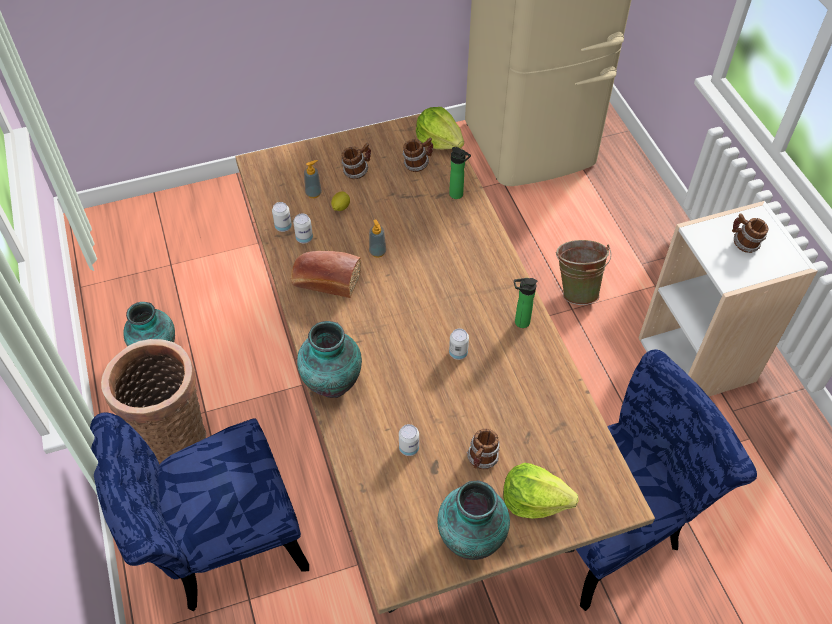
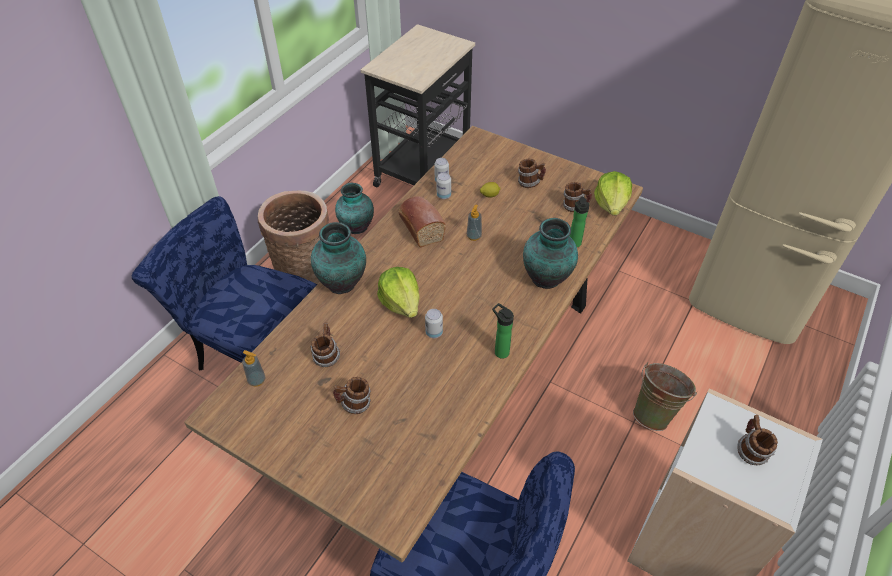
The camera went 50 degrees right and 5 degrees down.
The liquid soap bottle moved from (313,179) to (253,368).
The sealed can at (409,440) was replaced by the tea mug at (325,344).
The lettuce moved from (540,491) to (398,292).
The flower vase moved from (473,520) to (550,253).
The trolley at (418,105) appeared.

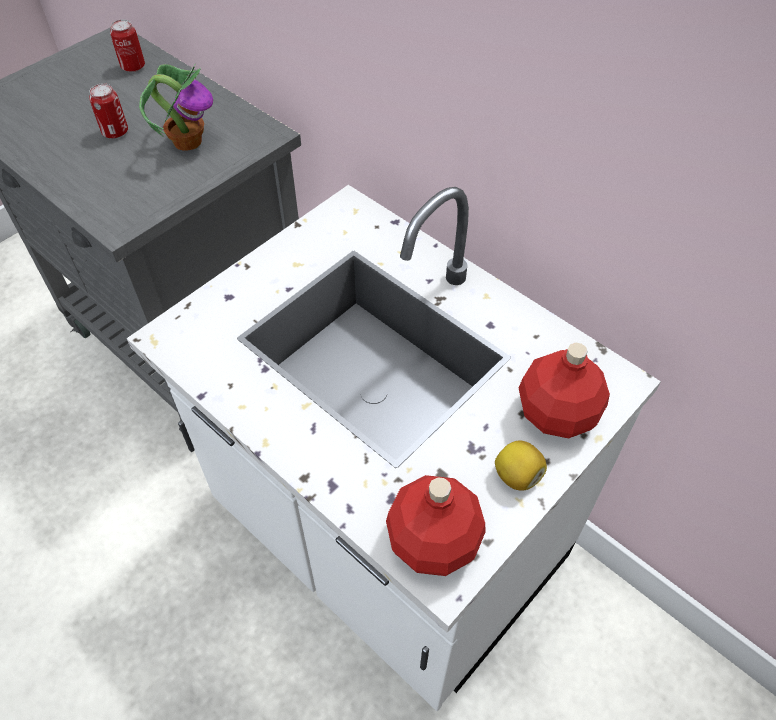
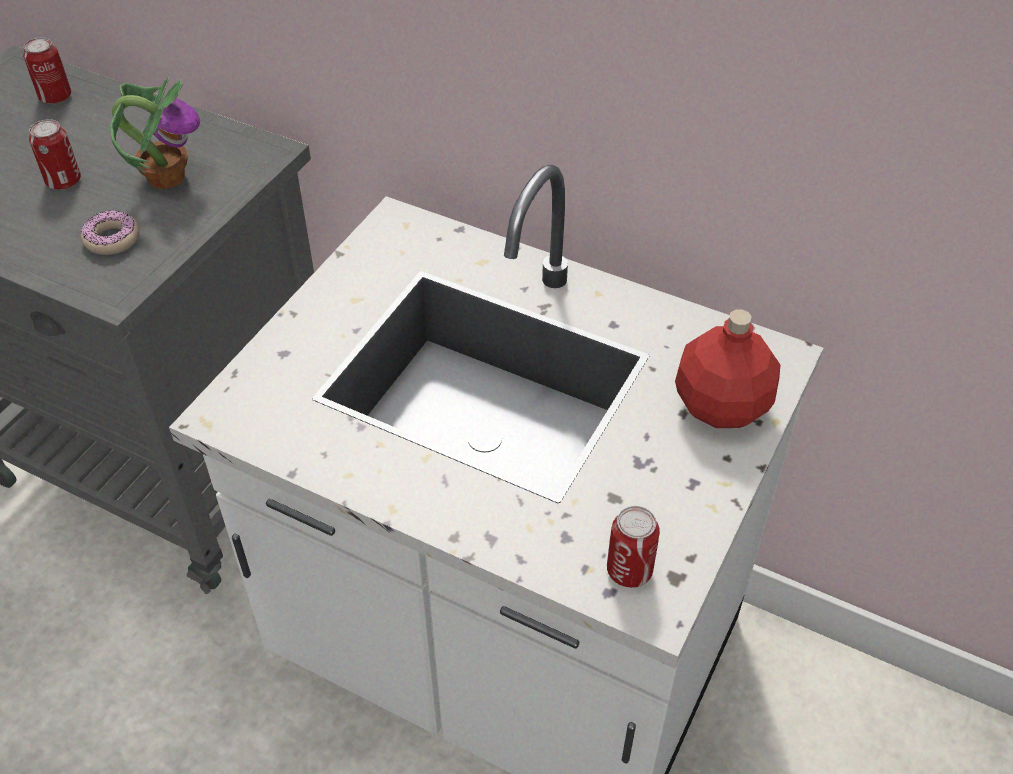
The camera went 15 degrees left and 5 degrees down.
The citrus fruit at (521,465) disappeared.
The beverage bottle/reddish at (436,525) was replaced by the sealed can at (633,547).
The doughnut at (110,233) appeared.

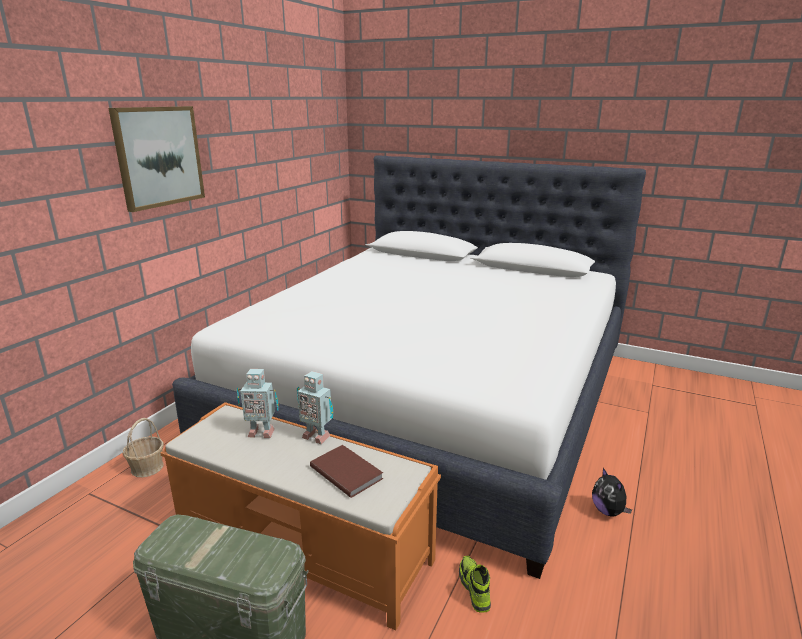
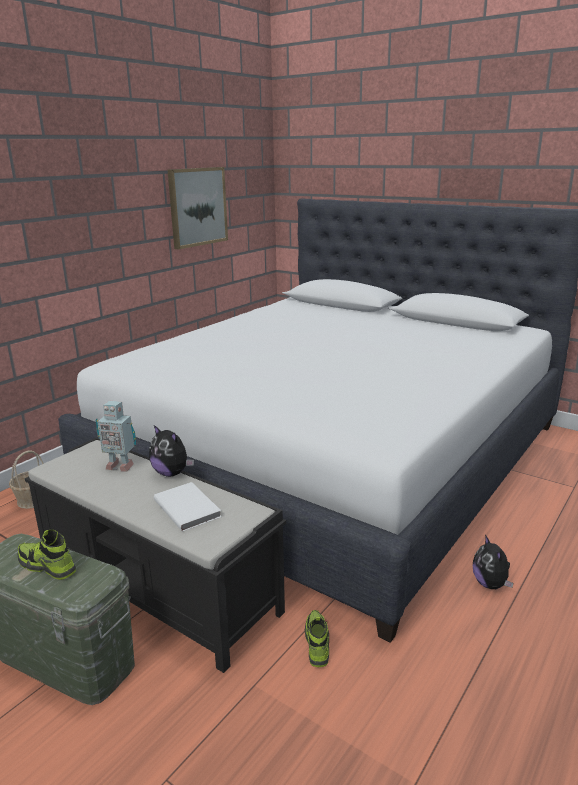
The camera went 10 degrees right and 0 degrees up.
The wall picture moved from (156,159) to (198,208).
The model robot at (315,407) was replaced by the soft toy at (171,451).
The indoor bench/orange at (300,516) became the indoor bench/black at (155,555).
The book/brown at (346,471) became the book/whitish at (187,506).
The shoe at (47,555) appeared.

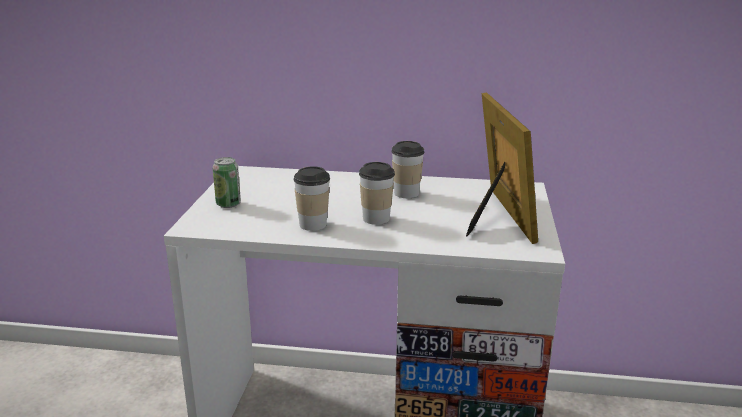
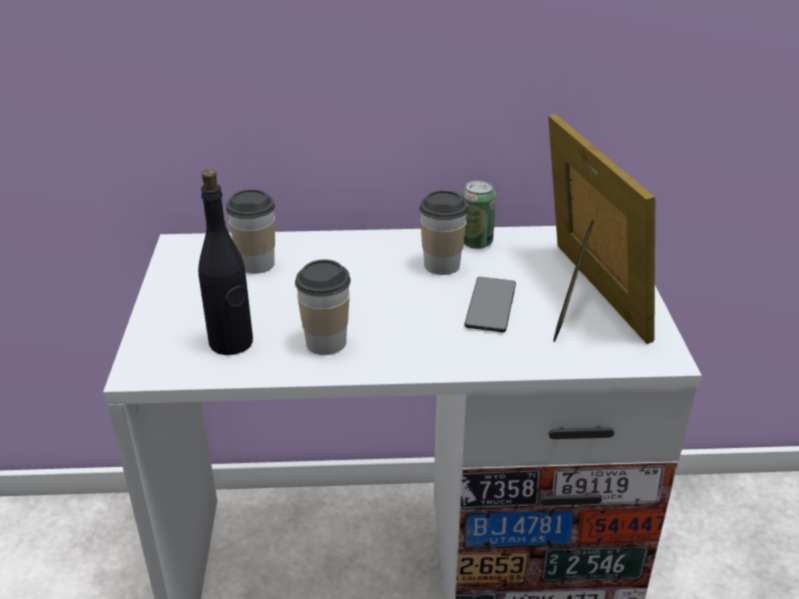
The camera went 10 degrees left and 10 degrees up.
The sealed can moved from (227,182) to (479,214).
The cup moved from (377,193) to (250,231).
The beverage bottle/black at (225,262) appeared.
The handset at (490,304) appeared.

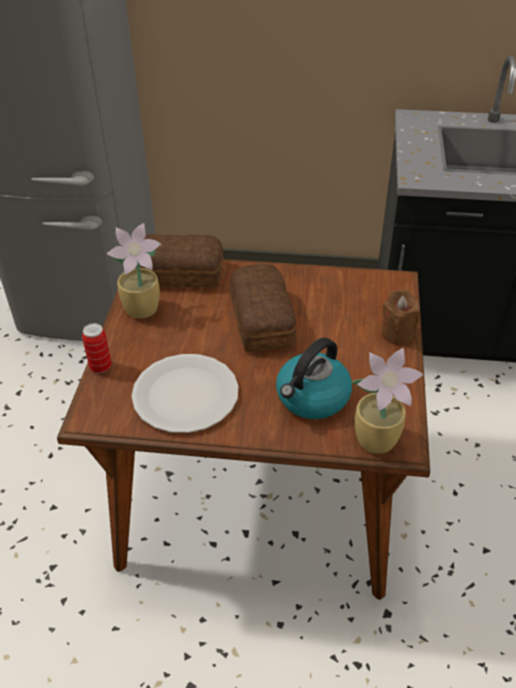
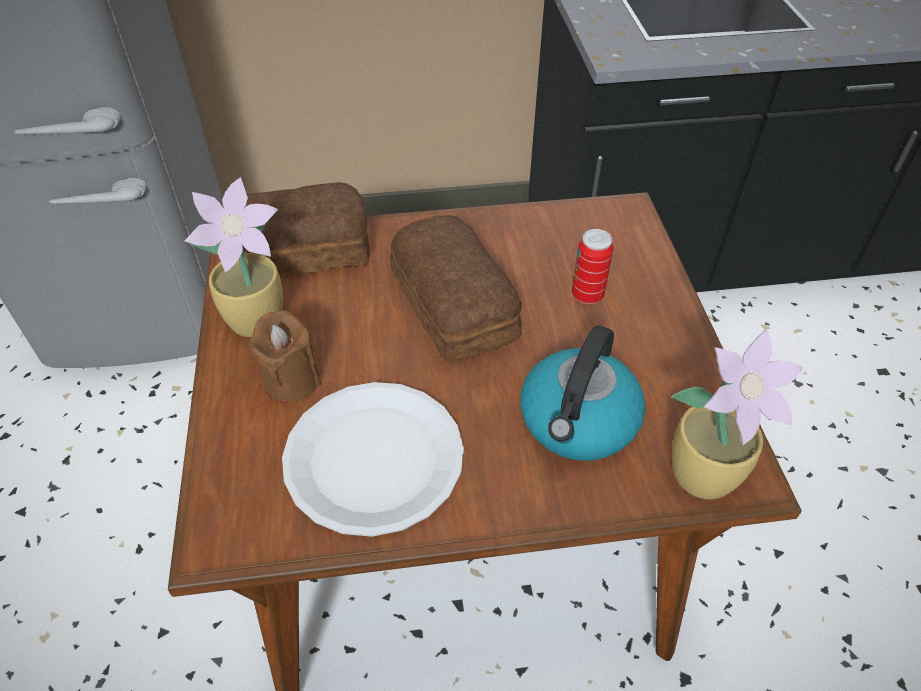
The camera went 15 degrees left and 5 degrees up.
The candle/brown moved from (401,317) to (284,356).
The sealed can moved from (97,348) to (593,266).

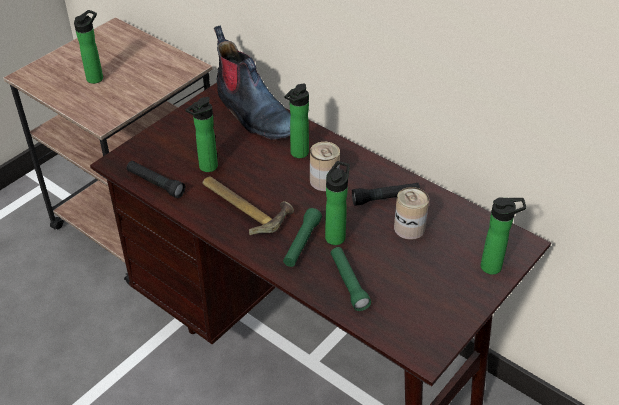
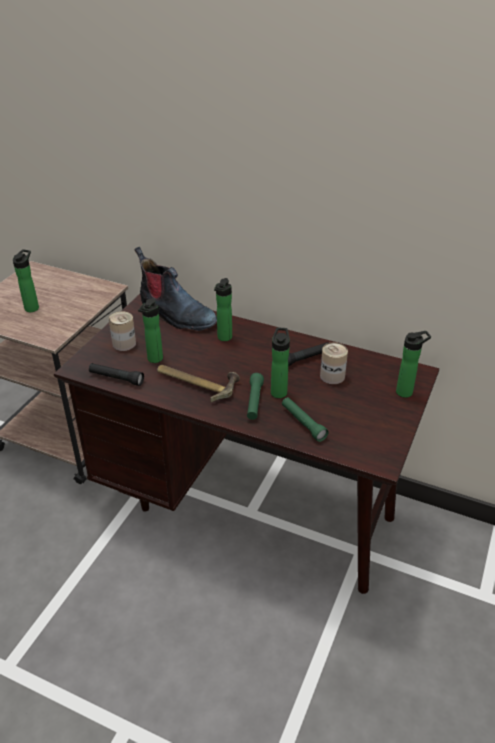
The camera went 15 degrees left and 5 degrees down.
The sealed can moved from (325,166) to (122,331).

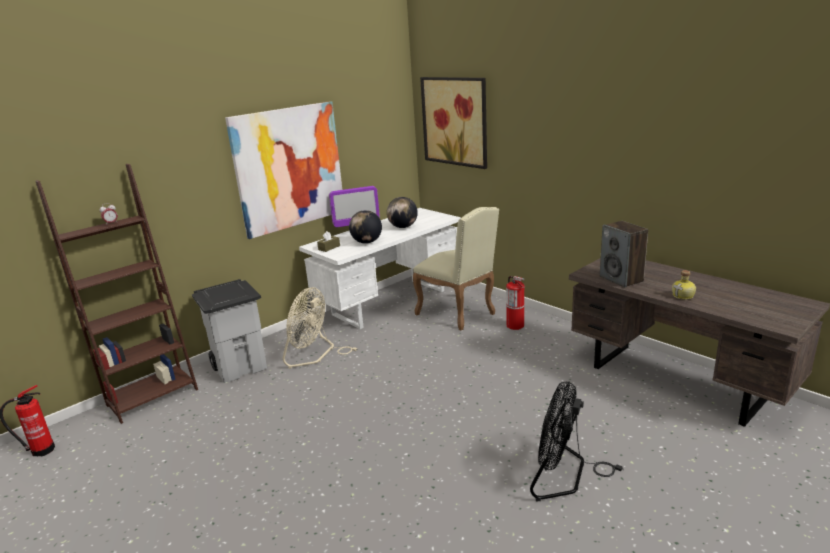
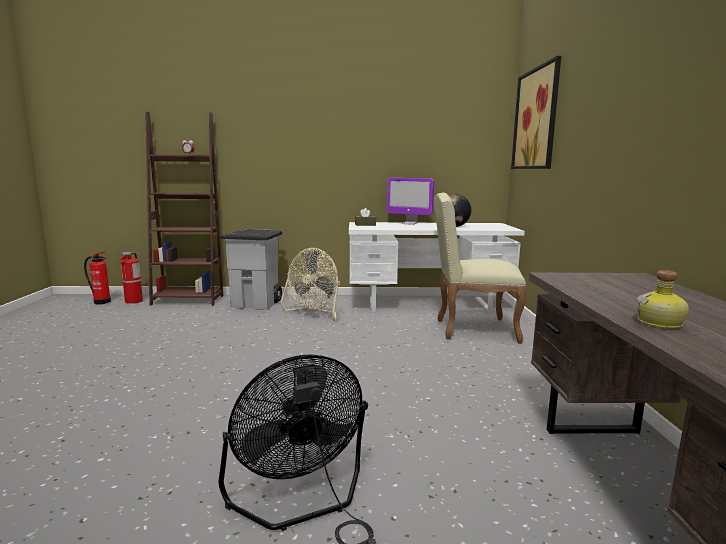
The camera went 40 degrees right and 10 degrees down.
The wall picture at (283,170) disappeared.
The upright chair/sand-coloured at (456,268) turned 90 degrees clockwise.
The globe at (365,227) disappeared.
The speaker at (624,254) disappeared.
The fire extinguisher moved from (515,303) to (131,278).
The electric fan/sand-coloured at (320,328) turned 120 degrees counterclockwise.

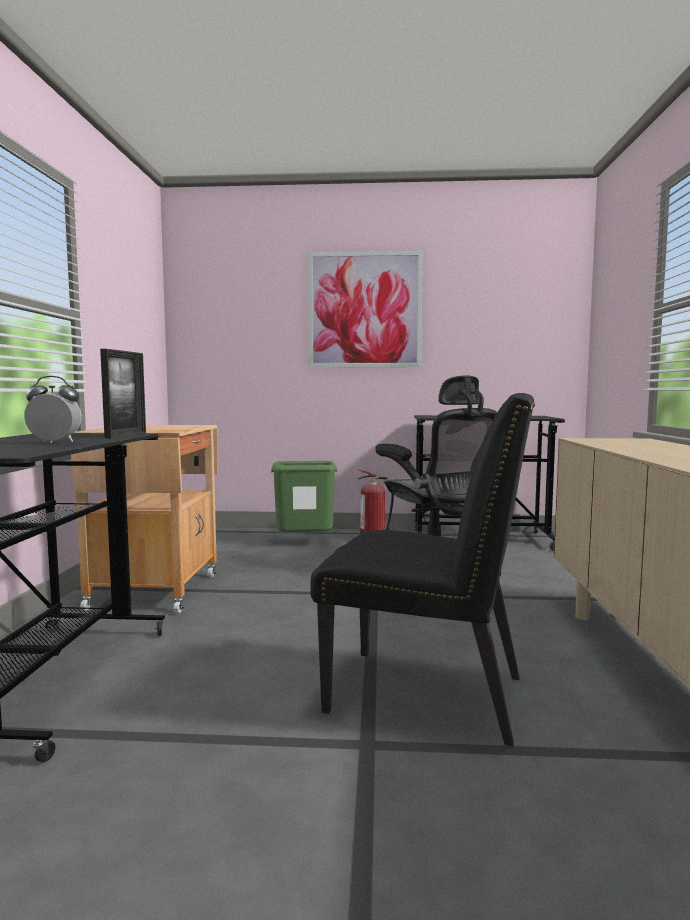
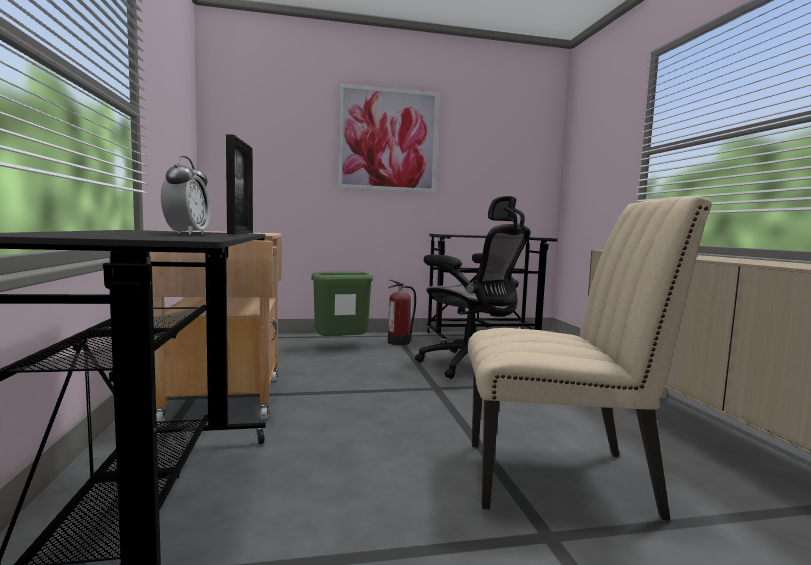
The camera went 15 degrees left and 0 degrees up.
The table clock at (52,409) turned 105 degrees clockwise.
The upright chair/black at (422,569) became the upright chair/sand-coloured at (590,358).

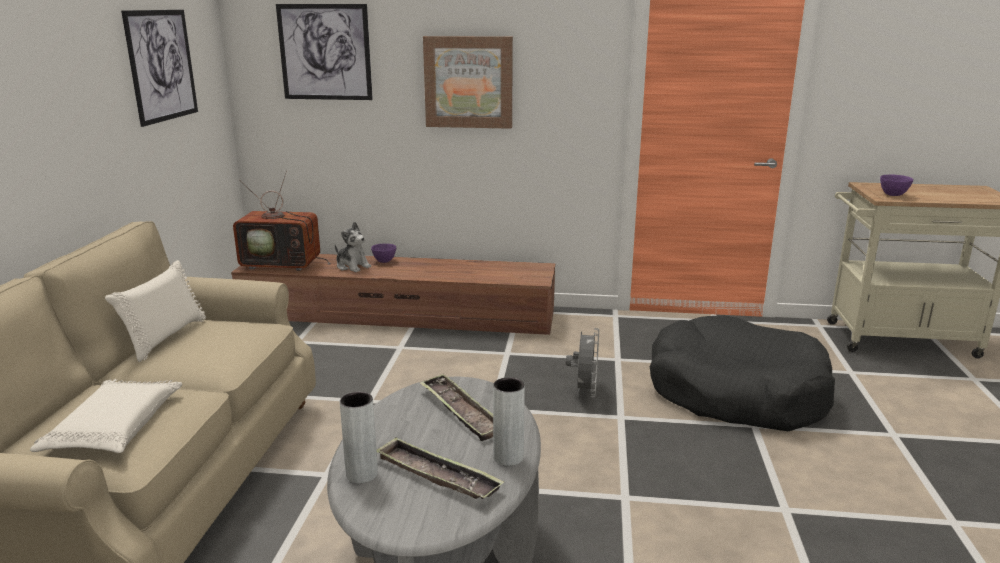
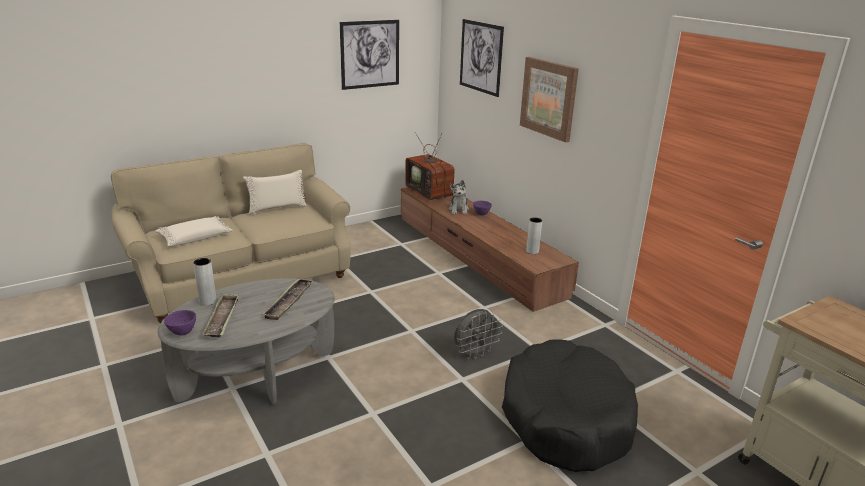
The camera went 50 degrees right and 5 degrees up.
The serving bowl/purple moved from (896,185) to (180,322).
The flower vase/gray moved from (509,421) to (534,235).

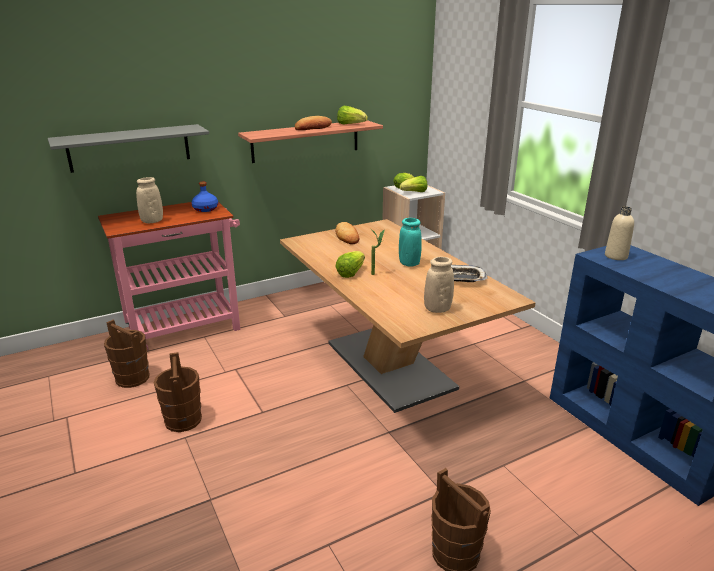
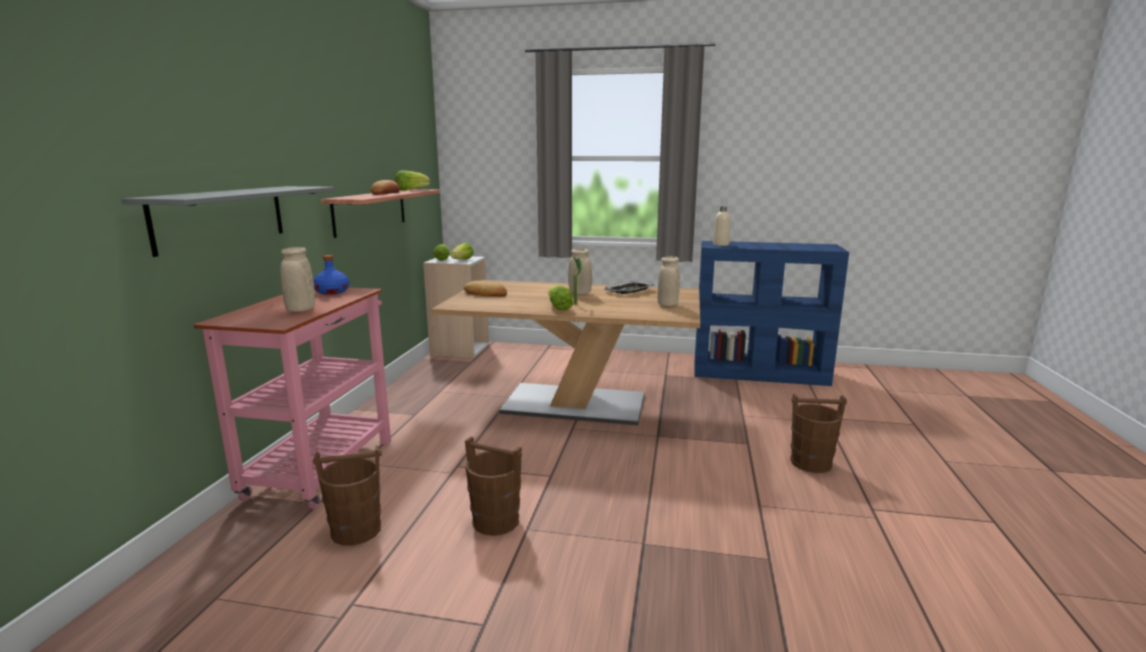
The camera went 50 degrees left and 10 degrees down.
The flower vase/turquoise-coloured at (410,242) became the flower vase/sand-coloured at (580,272).

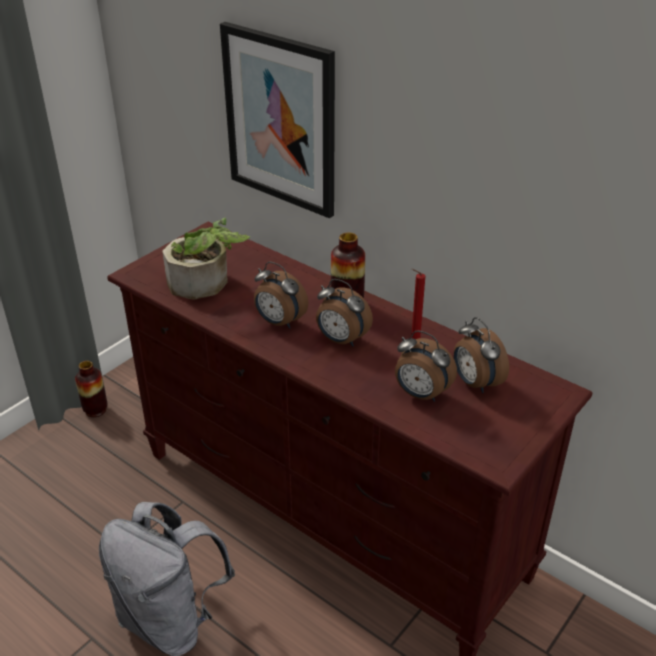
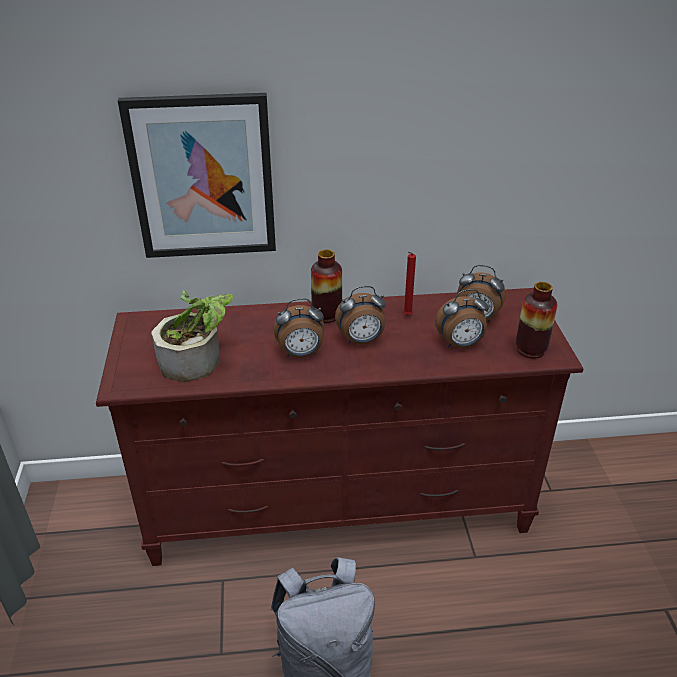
The camera went 45 degrees left and 0 degrees up.
The flower vase moved from (91,389) to (537,320).

